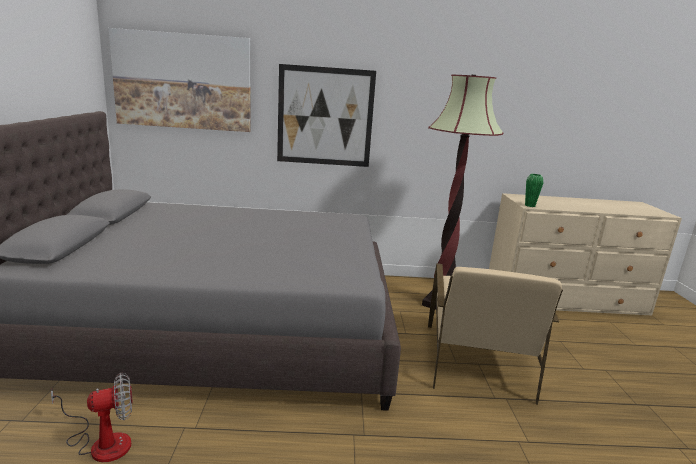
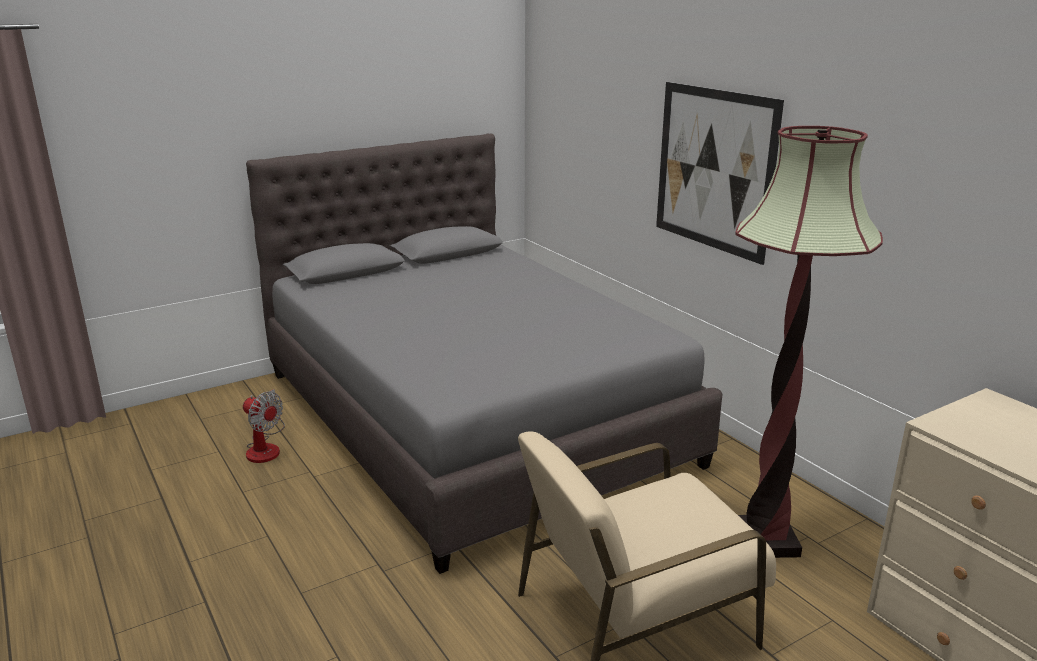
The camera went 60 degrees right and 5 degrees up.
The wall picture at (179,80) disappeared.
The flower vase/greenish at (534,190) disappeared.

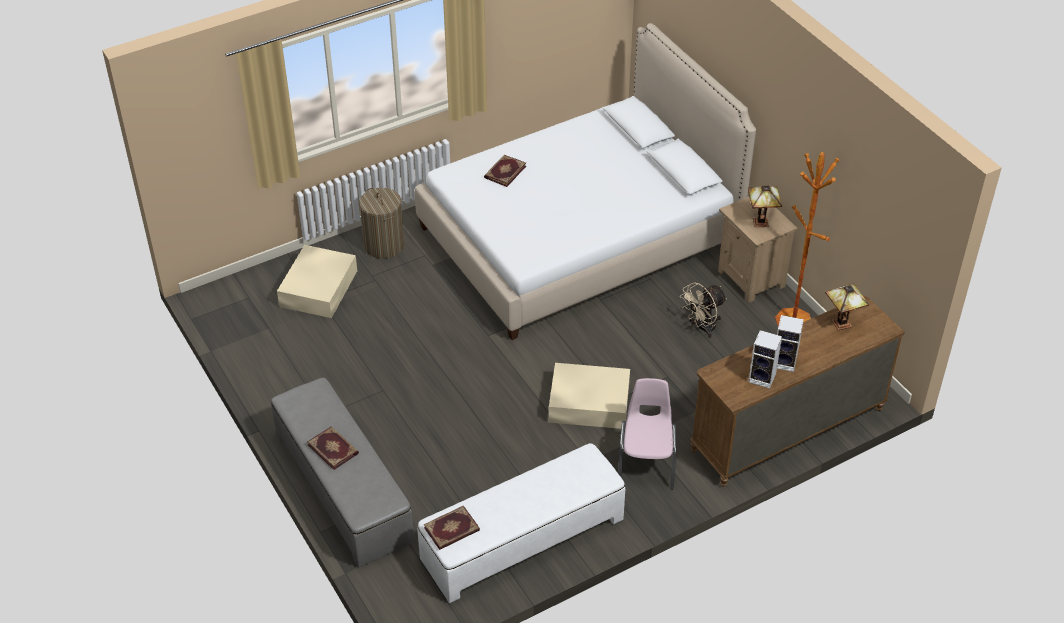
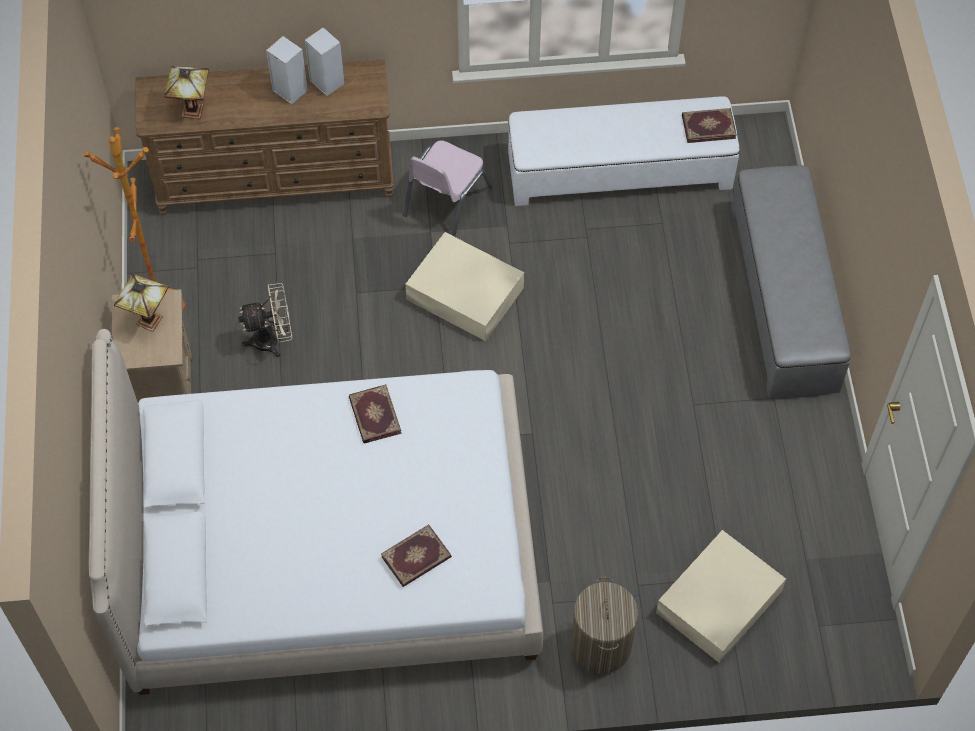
The camera went 155 degrees left and 15 degrees up.
The book moved from (333,448) to (375,413).

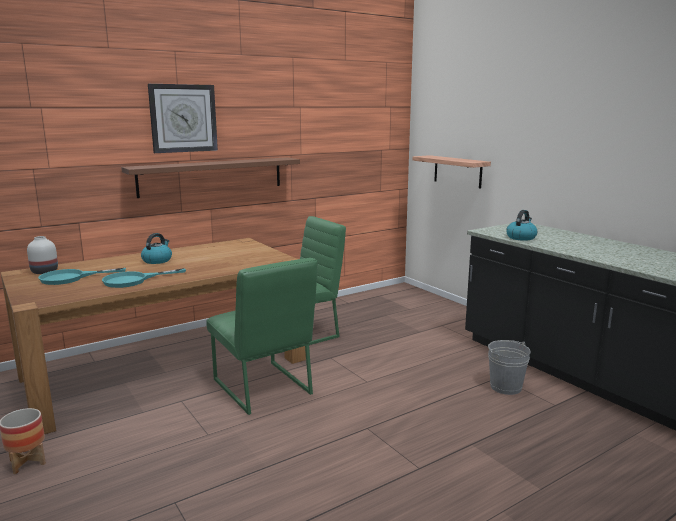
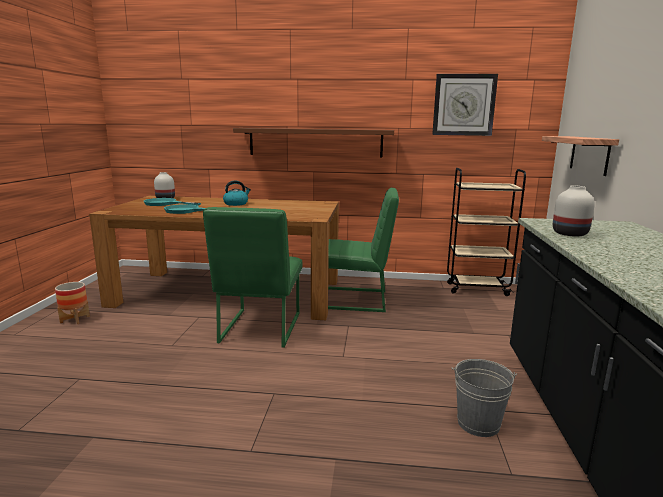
The camera went 40 degrees right and 0 degrees up.
The wall clock moved from (183,118) to (465,105).
The water kettle at (522,225) was replaced by the flower vase/whitish at (574,210).
The trolley/sand-coloured at (486,232) appeared.

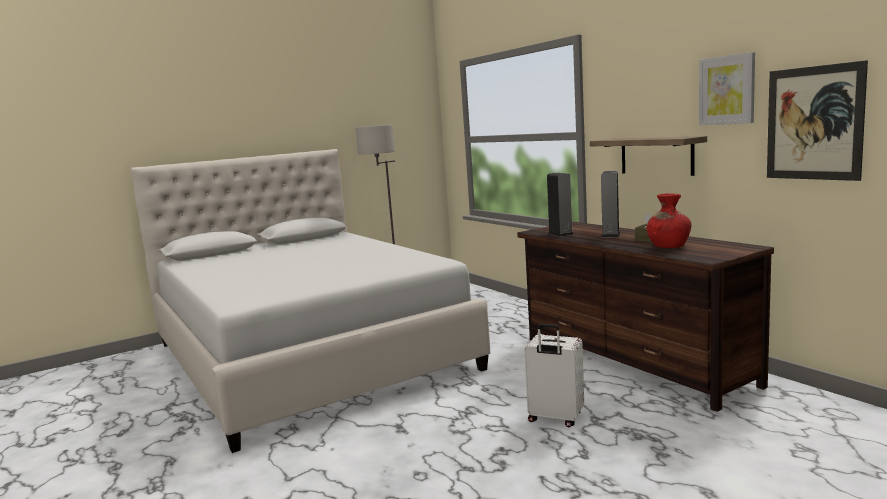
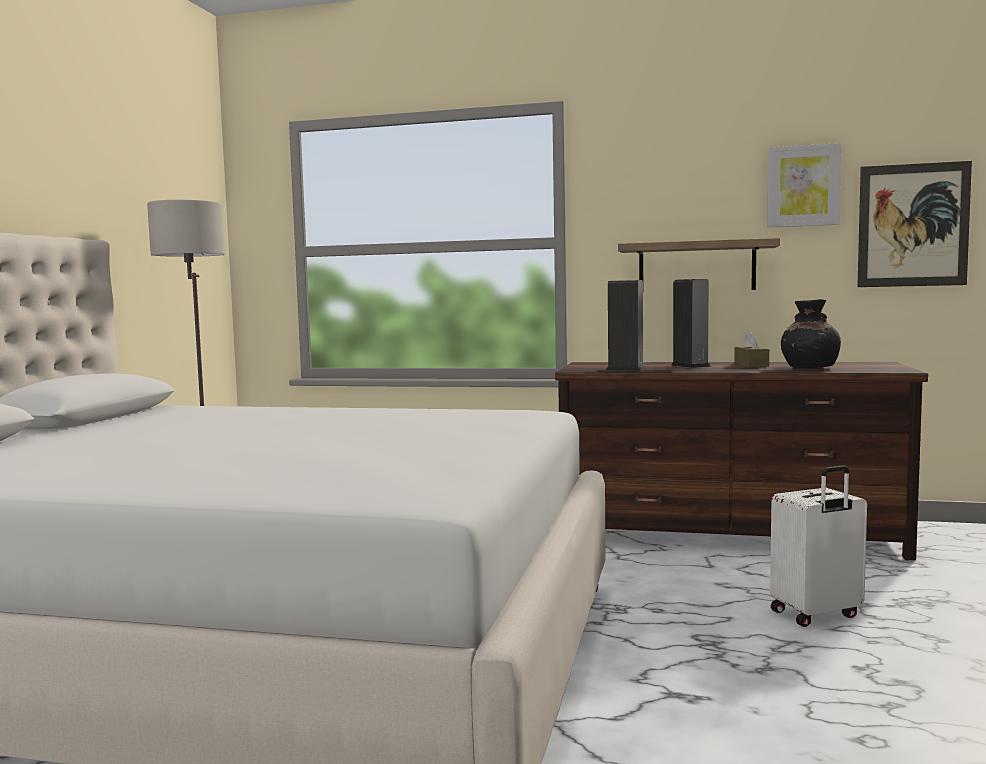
The camera went 45 degrees left and 5 degrees down.
The flower vase/reddish at (669,220) became the flower vase/black at (811,333).

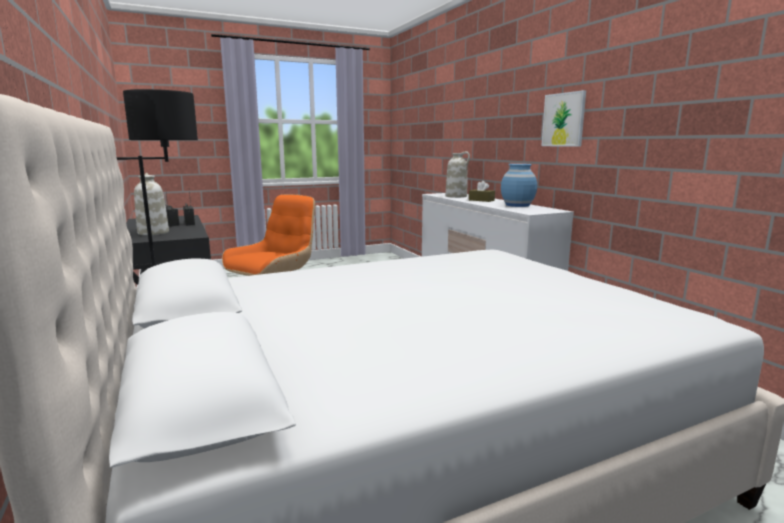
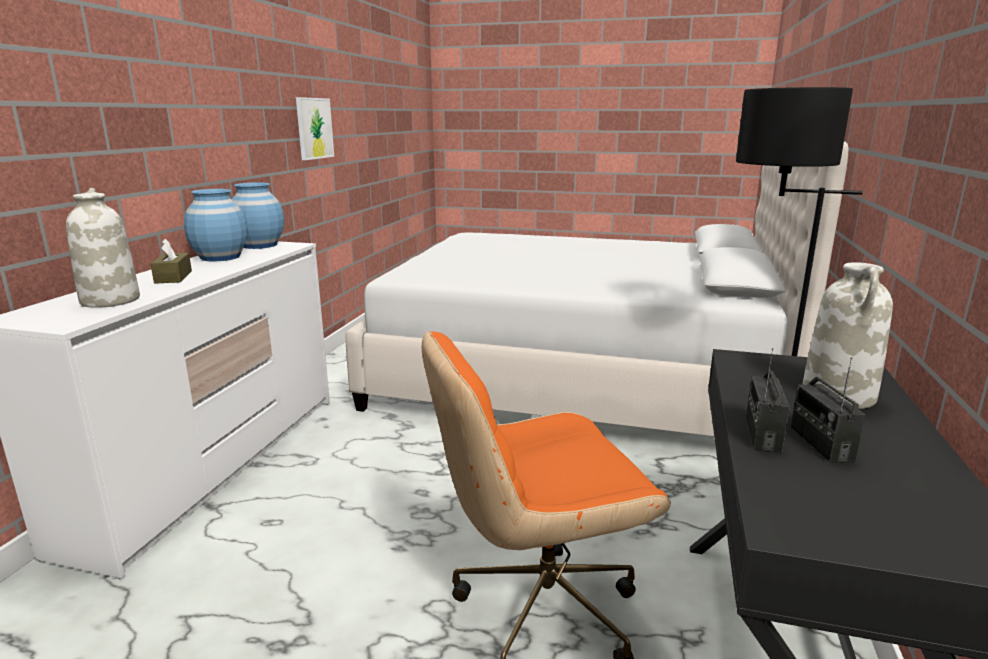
The camera went 140 degrees left and 5 degrees up.
The wall picture moved from (563,118) to (315,128).
The flower vase/blue at (258,215) appeared.

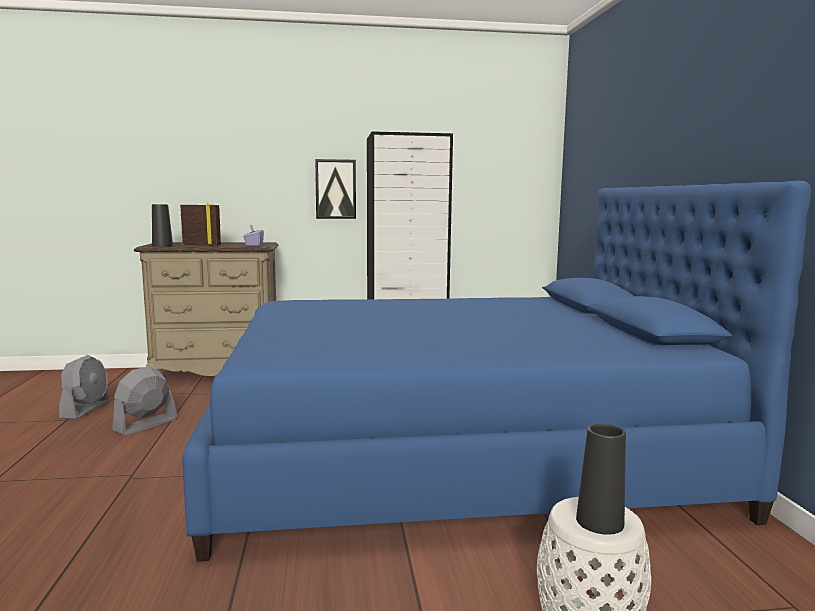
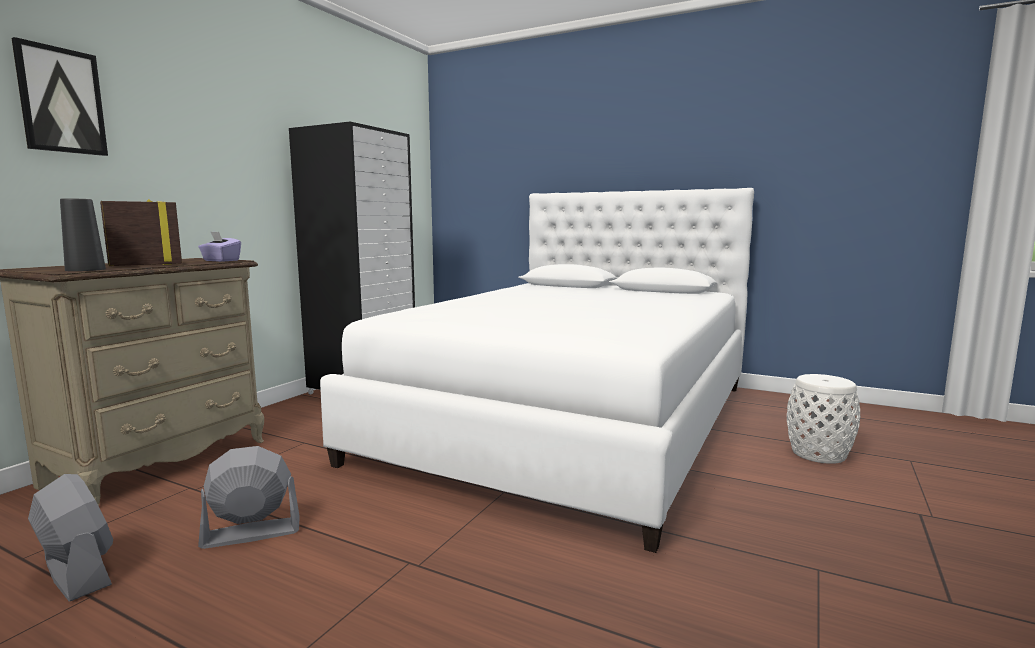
The camera went 55 degrees left and 0 degrees up.
The wall picture moved from (335,189) to (59,96).
The sleeping bed/blue at (496,371) became the sleeping bed/whitish at (537,370).
The electric fan/gray at (145,400) turned 90 degrees clockwise.
The flower vase/black at (601,479) disappeared.

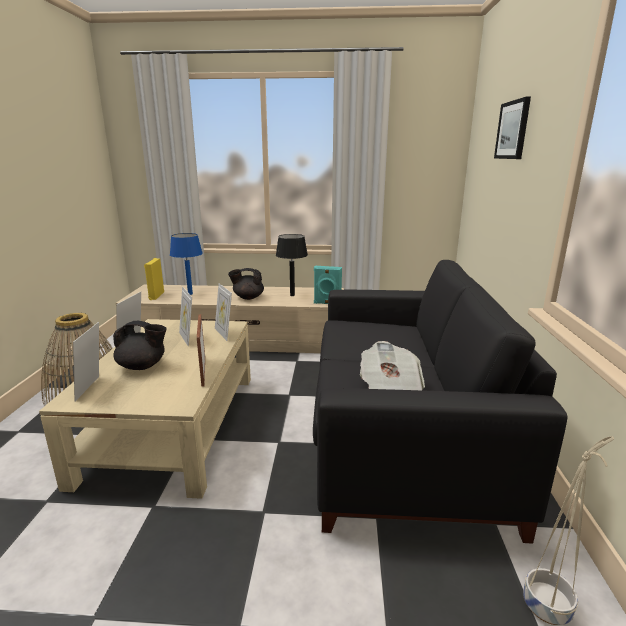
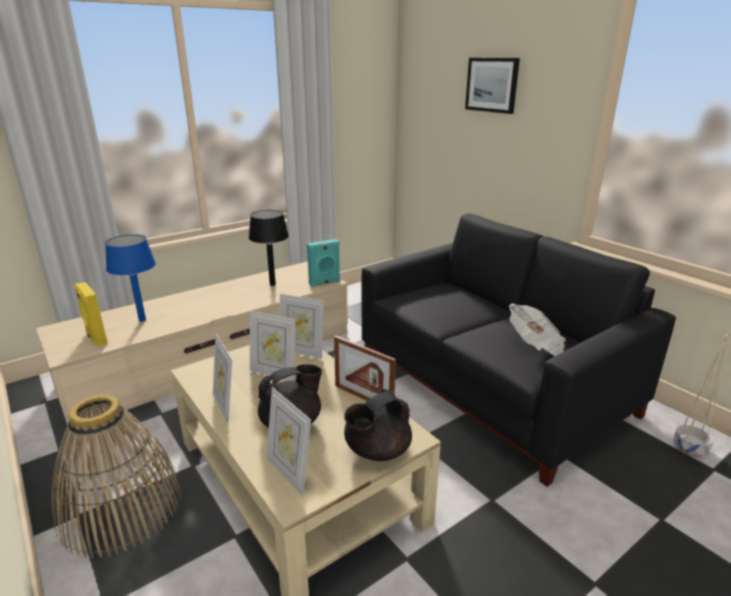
The camera went 40 degrees left and 5 degrees up.
The teapot/black moved from (246,284) to (378,425).

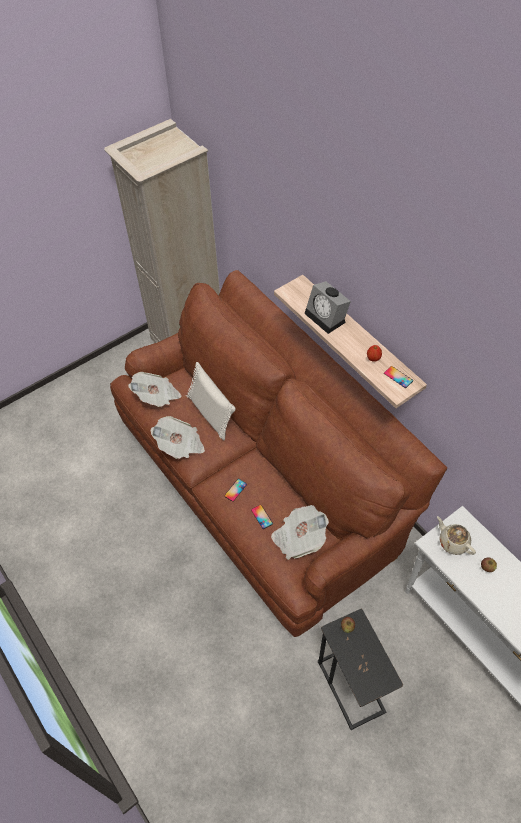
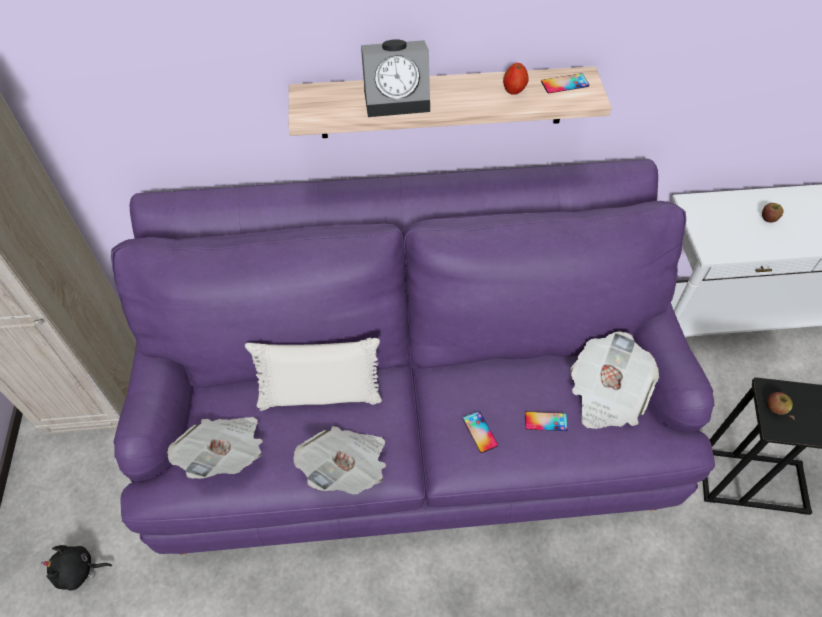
The camera went 60 degrees left and 0 degrees up.
The couch/brown at (278,453) became the couch/purple at (413,357).
The teapot/sand-coloured at (456,535) disappeared.
The soft toy/black at (77,568) appeared.

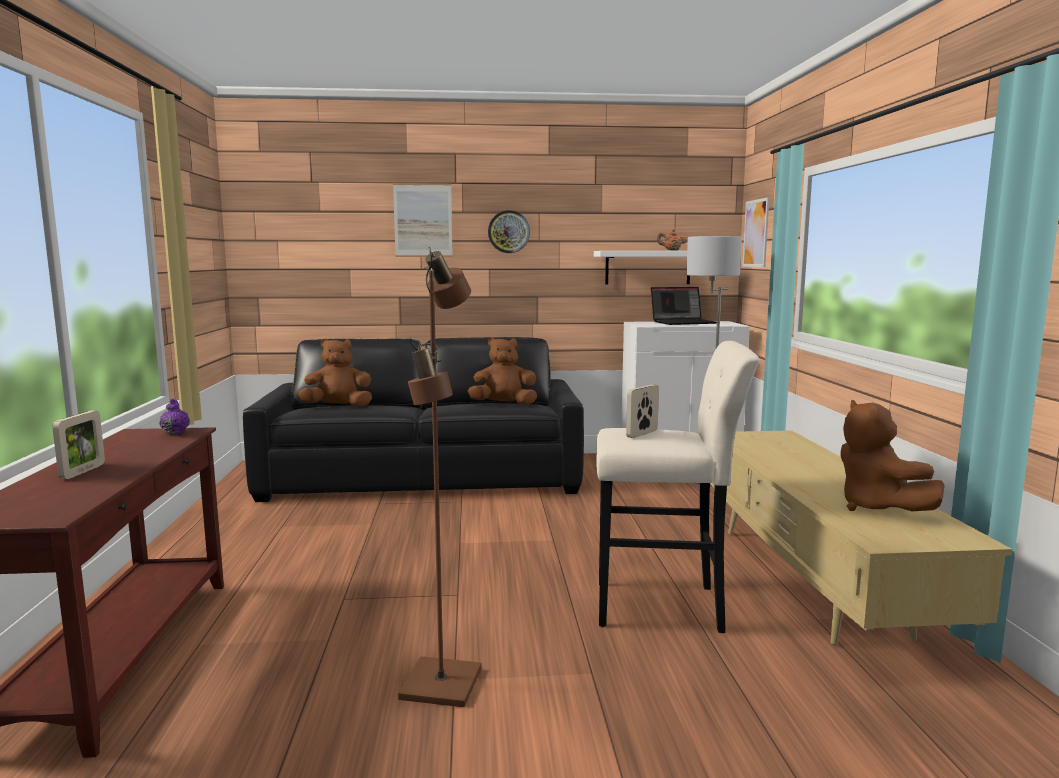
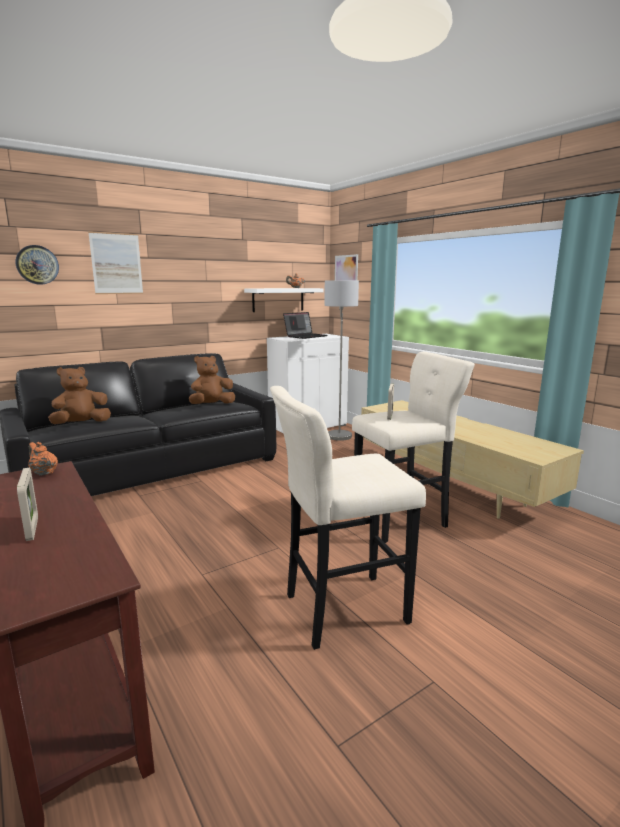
The camera went 30 degrees left and 5 degrees up.
The wall clock moved from (509,231) to (37,264).
The standing lamp/brown at (439,477) was replaced by the sitting stool/sand-coloured at (348,518).
The teapot/purple at (174,416) became the teapot/orange at (43,459).
The soft toy/brown at (893,455) disappeared.

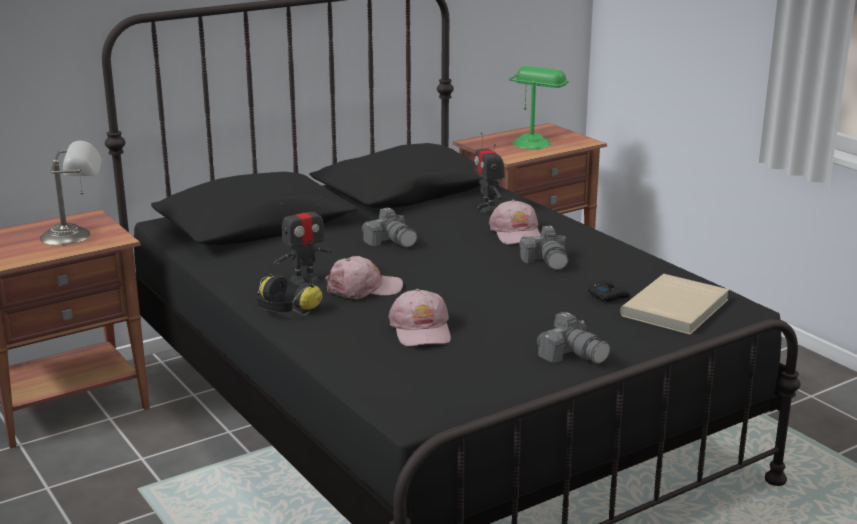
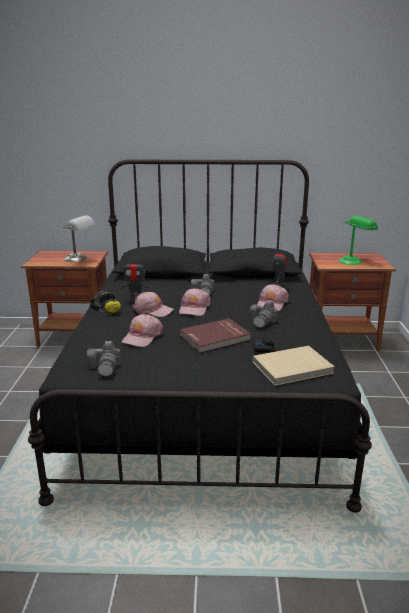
The camera went 35 degrees right and 0 degrees up.
The still camera moved from (573,338) to (104,358).
The baseball cap/pink at (195,302) appeared.
The book/reddish at (215,335) appeared.

